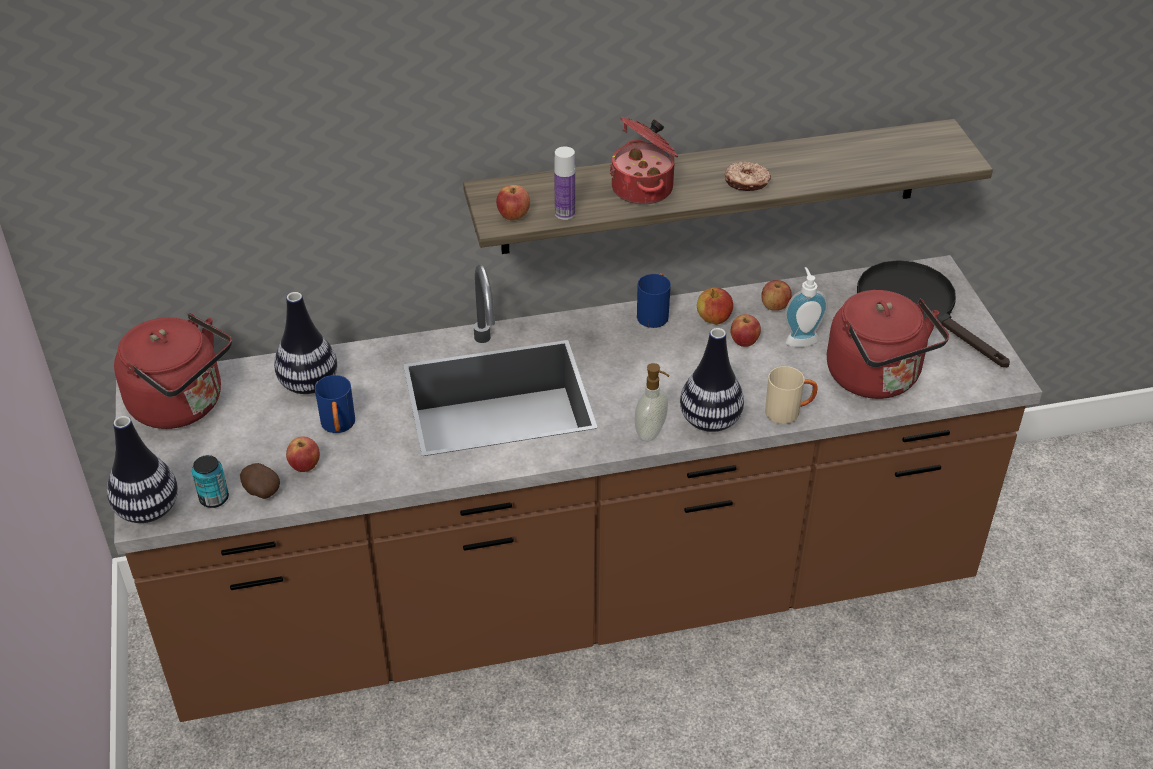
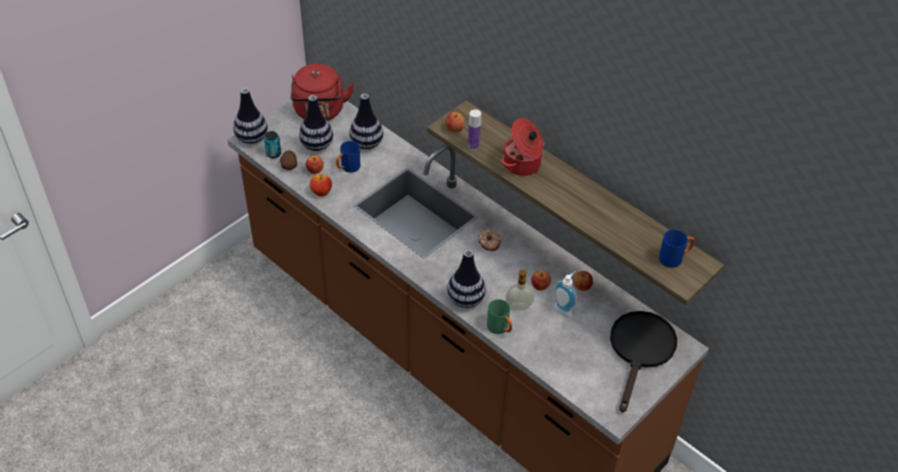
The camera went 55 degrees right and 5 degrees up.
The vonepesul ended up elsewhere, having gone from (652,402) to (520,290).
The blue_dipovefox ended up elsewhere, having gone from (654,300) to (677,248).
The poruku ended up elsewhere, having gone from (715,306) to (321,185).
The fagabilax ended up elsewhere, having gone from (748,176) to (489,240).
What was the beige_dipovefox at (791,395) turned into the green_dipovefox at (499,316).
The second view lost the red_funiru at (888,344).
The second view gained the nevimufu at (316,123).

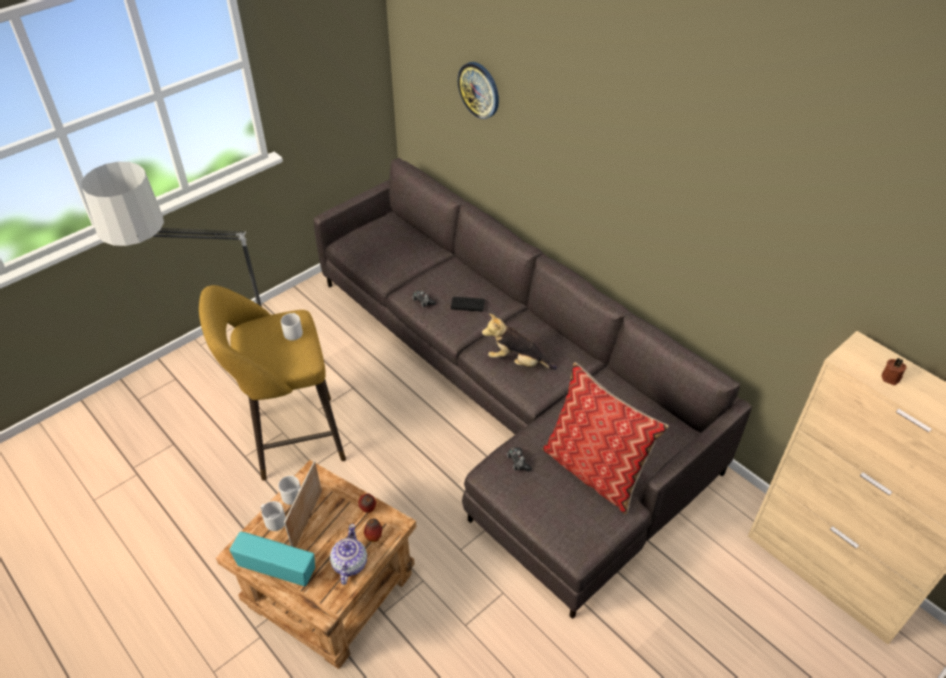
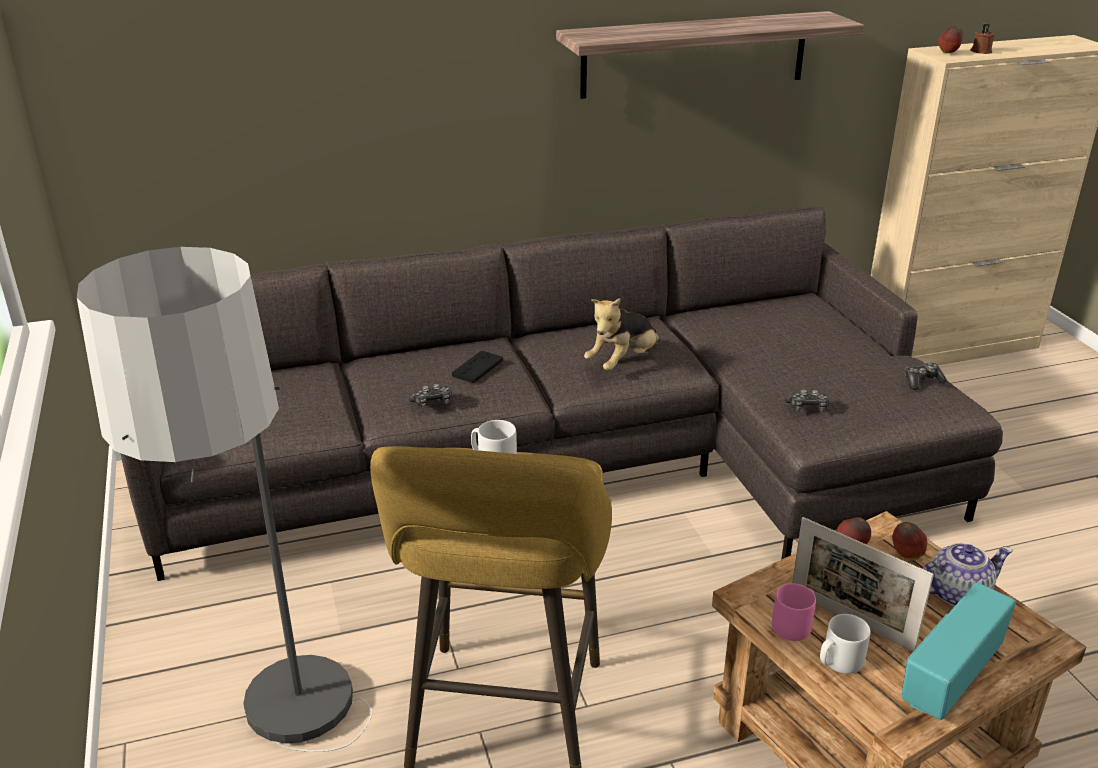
The camera went 65 degrees left and 15 degrees down.
What was the grey_dipovefox at (289,490) turned into the pink_dipovefox at (794,612).
The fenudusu at (348,554) ended up facing another way, 135 degrees clockwise from before.
The second view lost the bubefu at (478,90).
The second view lost the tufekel at (605,438).
The second view gained the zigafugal at (710,55).
The second view gained the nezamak at (926,376).
The second view gained the poruku at (950,39).

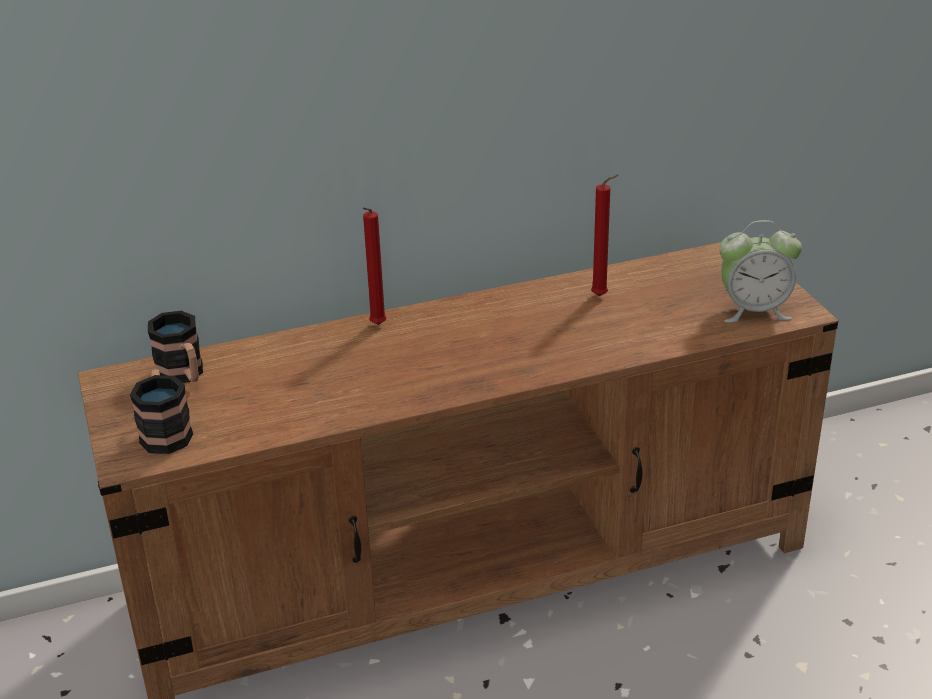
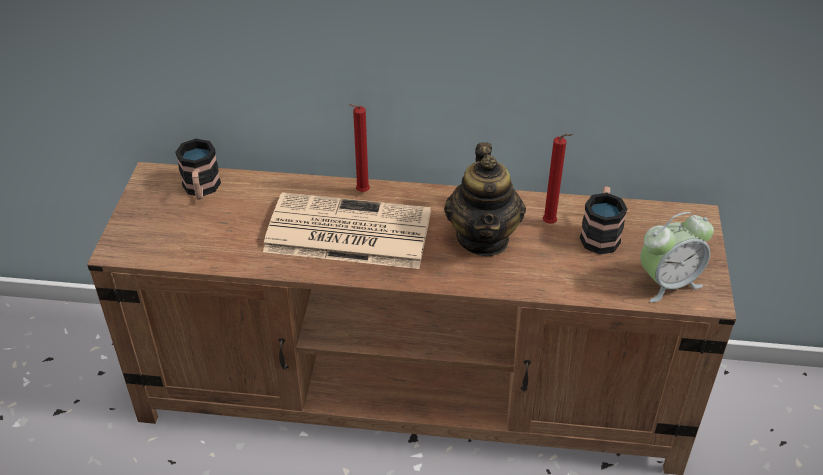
The camera went 25 degrees right and 10 degrees up.
The dipovefox ended up elsewhere, having gone from (161,411) to (603,220).
The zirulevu at (760,271) ended up facing another way, 45 degrees counterclockwise from before.
The second view gained the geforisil at (347,230).
The second view gained the fenudusu at (485,199).

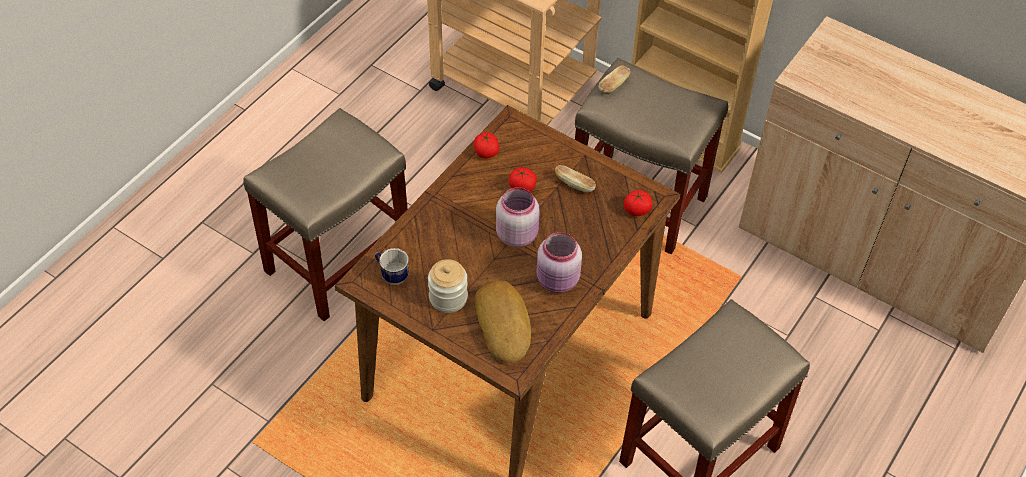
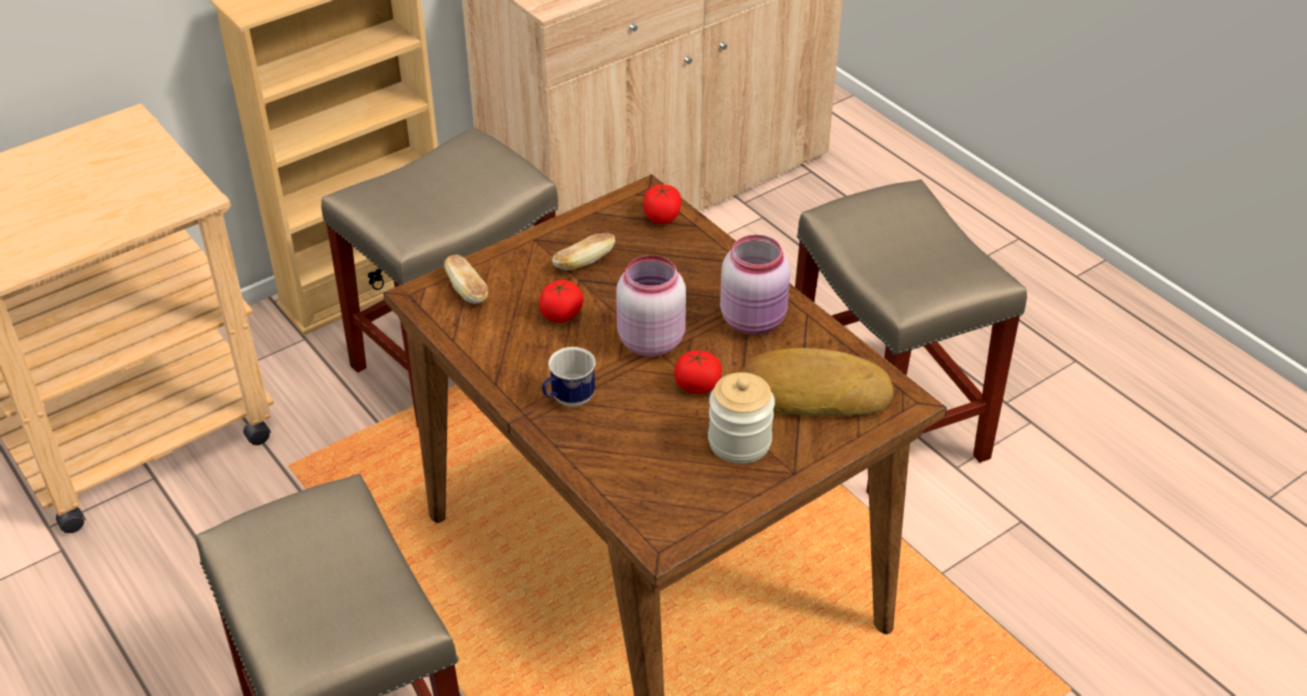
The camera went 70 degrees left and 10 degrees down.
The dipovefox ended up elsewhere, having gone from (392,266) to (569,377).
The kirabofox ended up elsewhere, having gone from (486,145) to (698,372).
The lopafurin ended up elsewhere, having gone from (614,79) to (466,279).

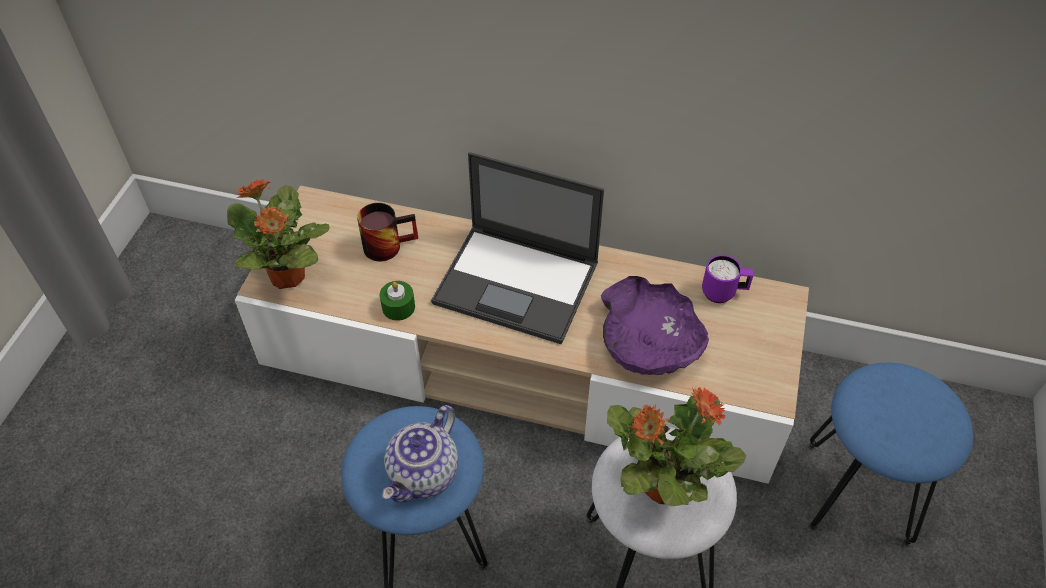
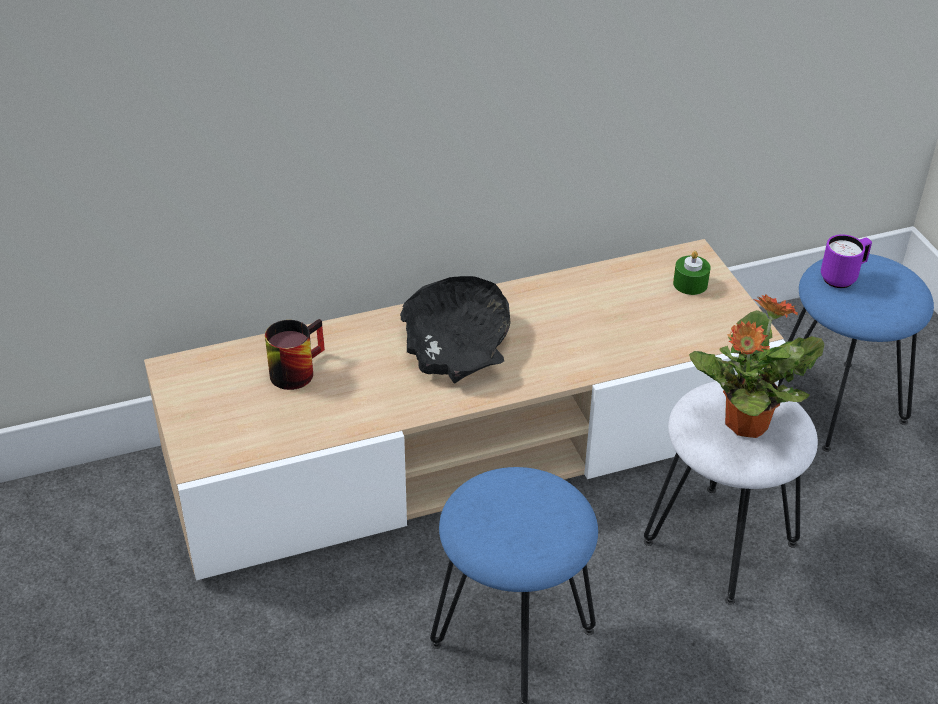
The camera went 35 degrees left and 10 degrees down.
The second view lost the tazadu at (278,233).
The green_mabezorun ended up elsewhere, having gone from (397,301) to (692,273).
The second view lost the fenudusu at (420,454).
Where the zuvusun stood at (517,248), the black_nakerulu came to stand at (455,330).
The second view lost the purple_nakerulu at (655,325).
The purple_dipovefox ended up elsewhere, having gone from (728,279) to (846,261).

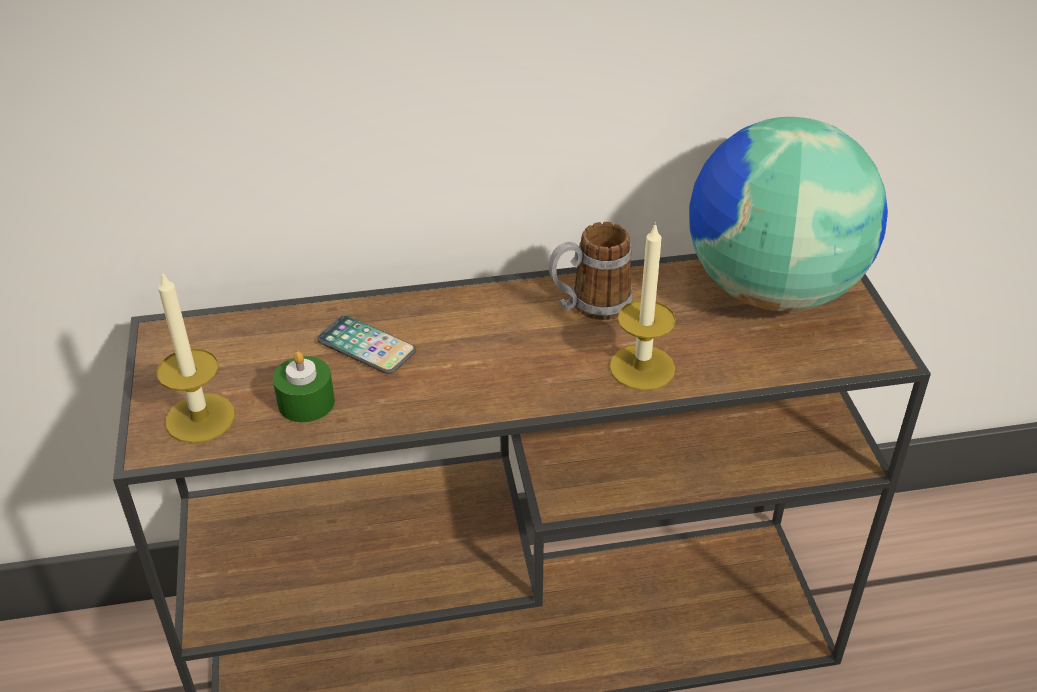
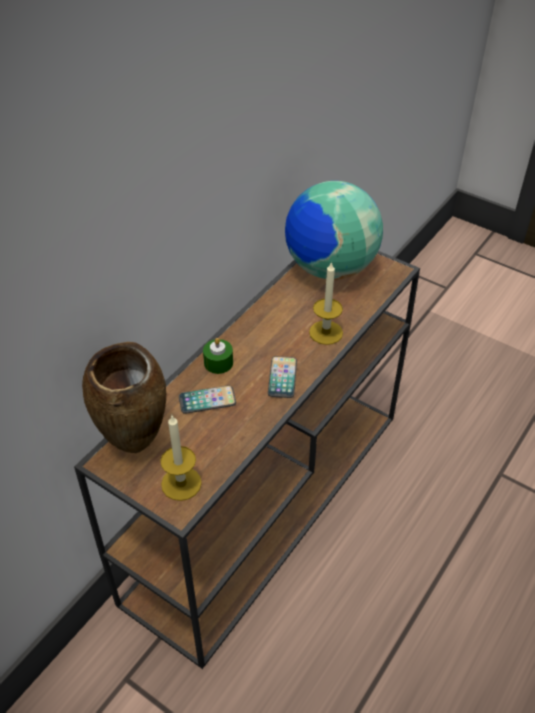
The camera went 45 degrees left and 5 degrees up.
The green_mabezorun ended up elsewhere, having gone from (304,387) to (218,356).
The second view lost the dipovefox at (590,271).
The second view gained the brown_nevimufu at (124,397).
The second view gained the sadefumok at (282,377).

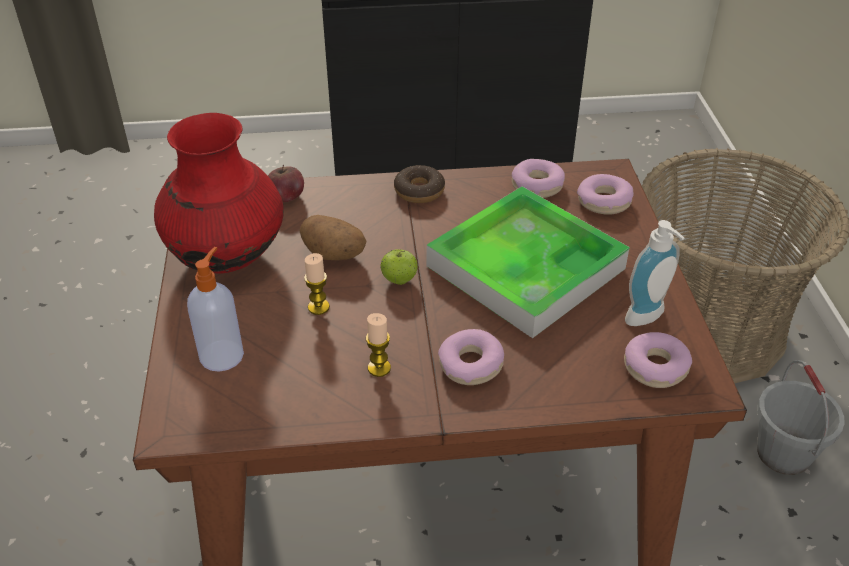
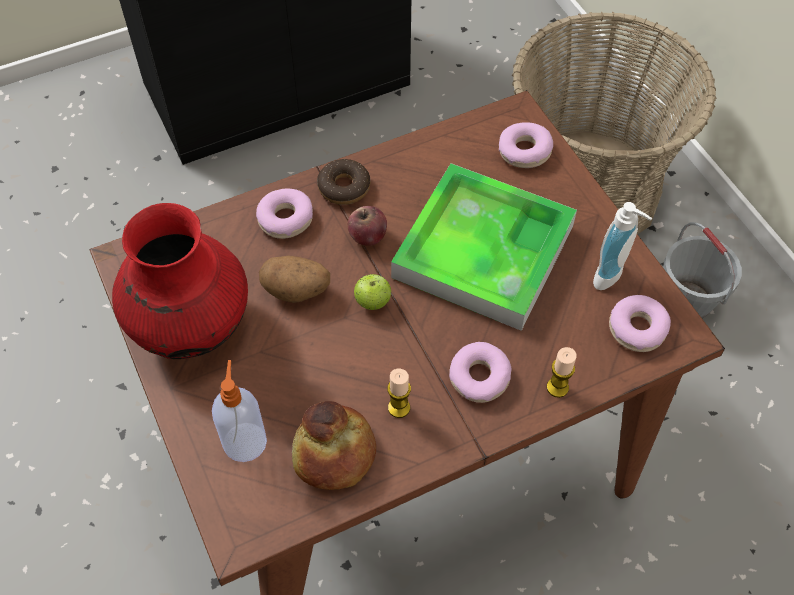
The camera went 20 degrees left and 15 degrees up.
The poruku ended up elsewhere, having gone from (286,183) to (367,226).
The mabezorun ended up elsewhere, having gone from (317,284) to (562,372).
The fagabilax ended up elsewhere, having gone from (538,178) to (284,213).
The second view gained the lopafurin at (334,445).

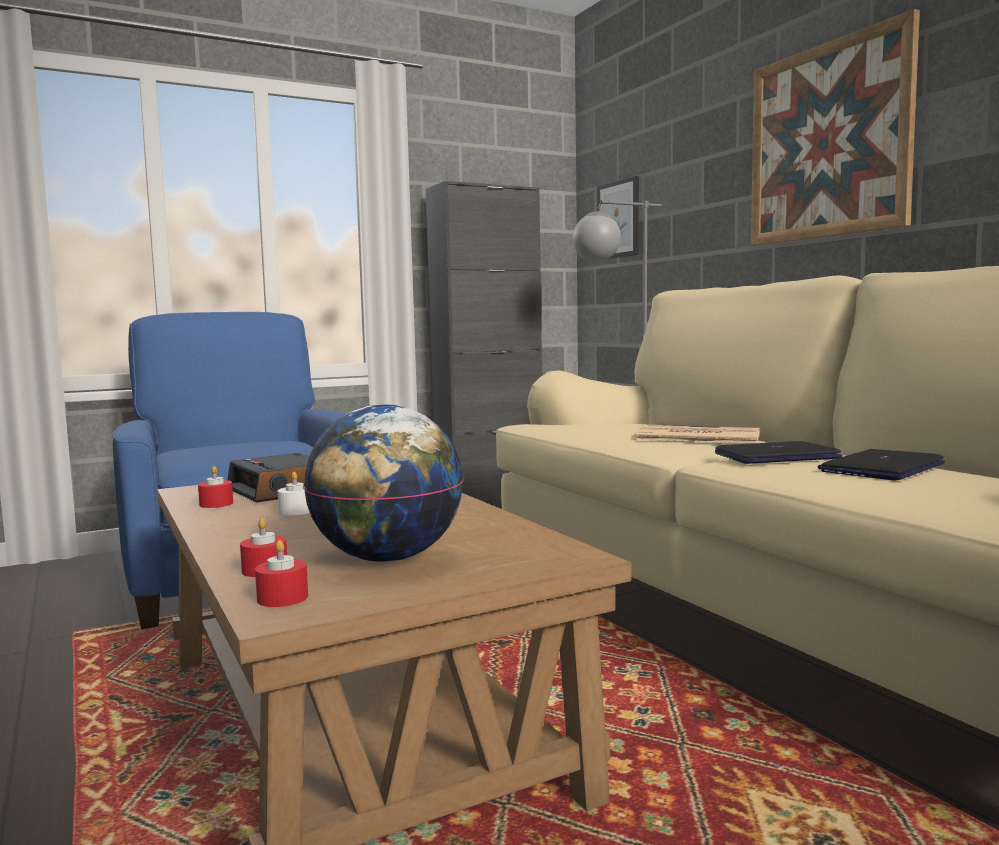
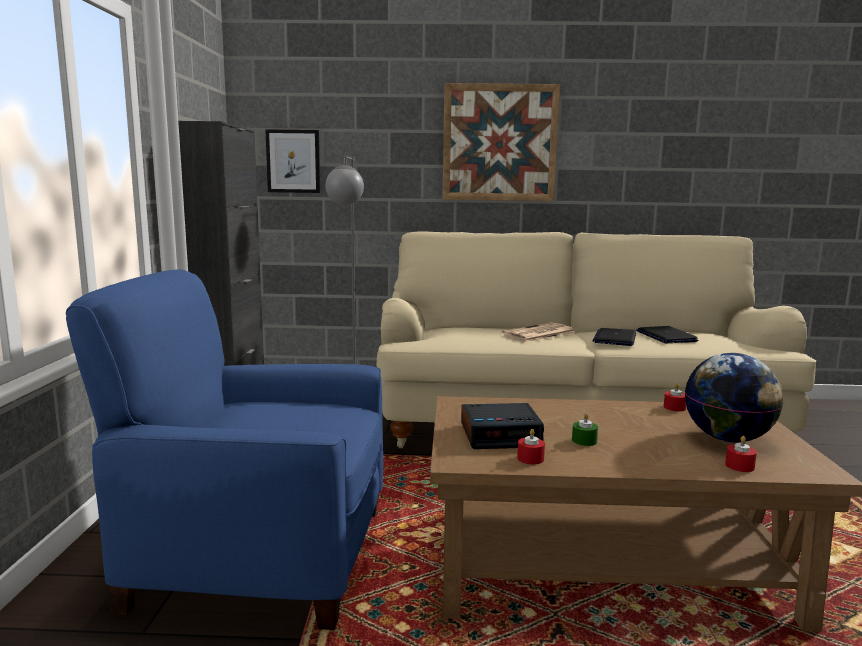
The camera went 60 degrees left and 5 degrees up.
The red_mabezorun ended up elsewhere, having gone from (281,573) to (675,397).
What was the white_mabezorun at (294,493) turned into the green_mabezorun at (585,429).

